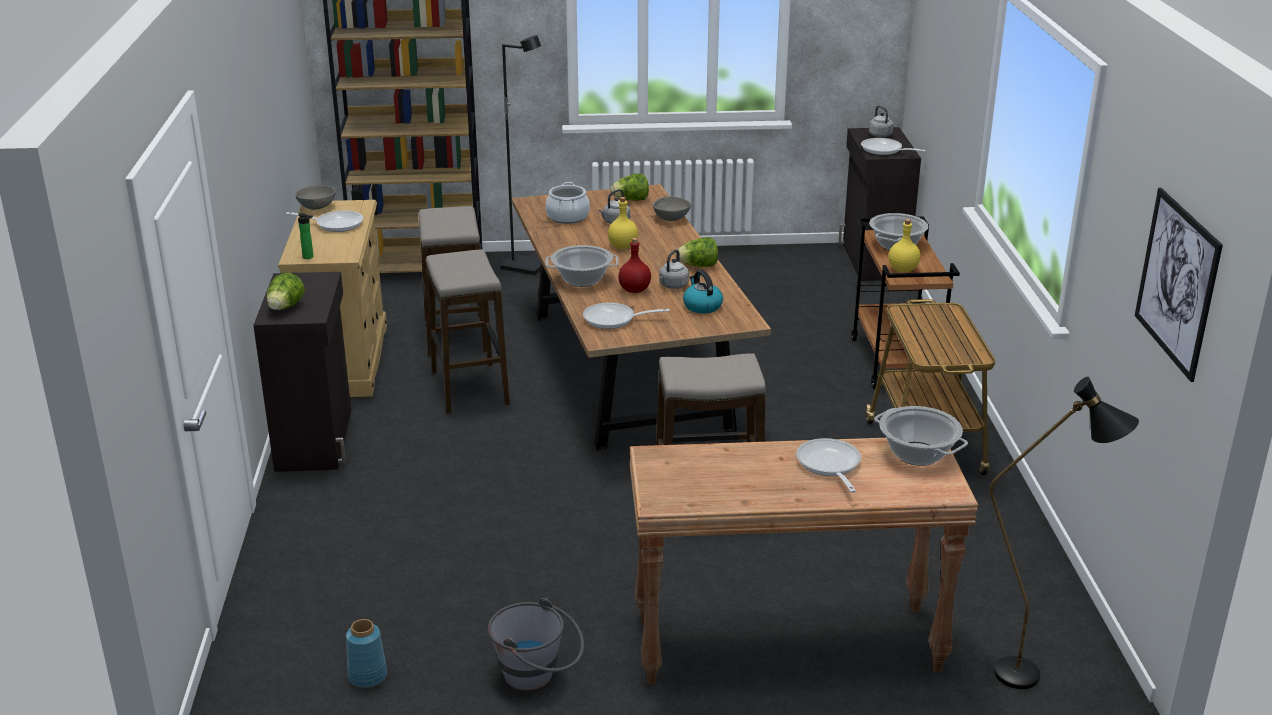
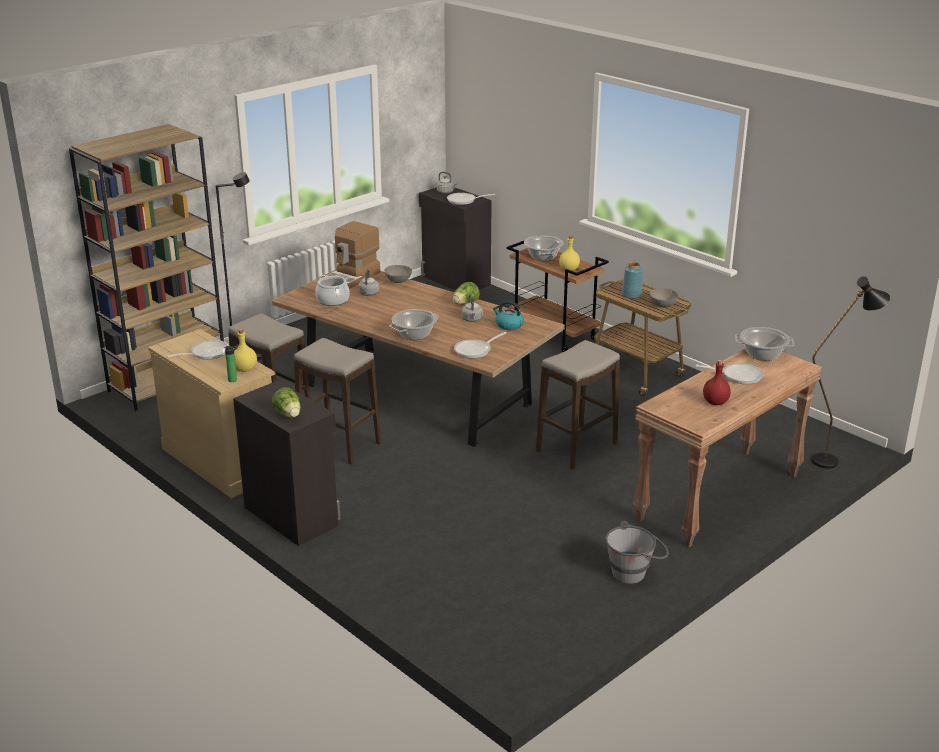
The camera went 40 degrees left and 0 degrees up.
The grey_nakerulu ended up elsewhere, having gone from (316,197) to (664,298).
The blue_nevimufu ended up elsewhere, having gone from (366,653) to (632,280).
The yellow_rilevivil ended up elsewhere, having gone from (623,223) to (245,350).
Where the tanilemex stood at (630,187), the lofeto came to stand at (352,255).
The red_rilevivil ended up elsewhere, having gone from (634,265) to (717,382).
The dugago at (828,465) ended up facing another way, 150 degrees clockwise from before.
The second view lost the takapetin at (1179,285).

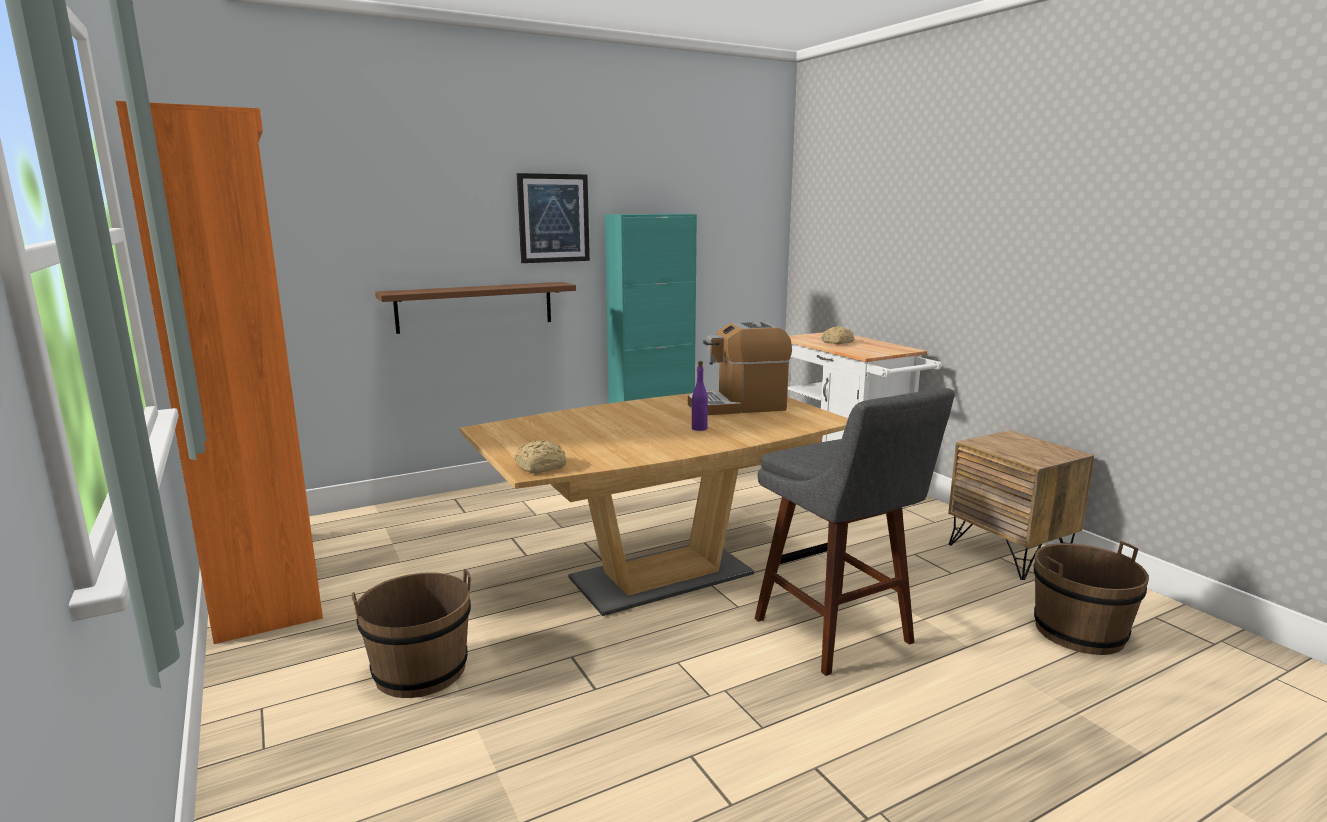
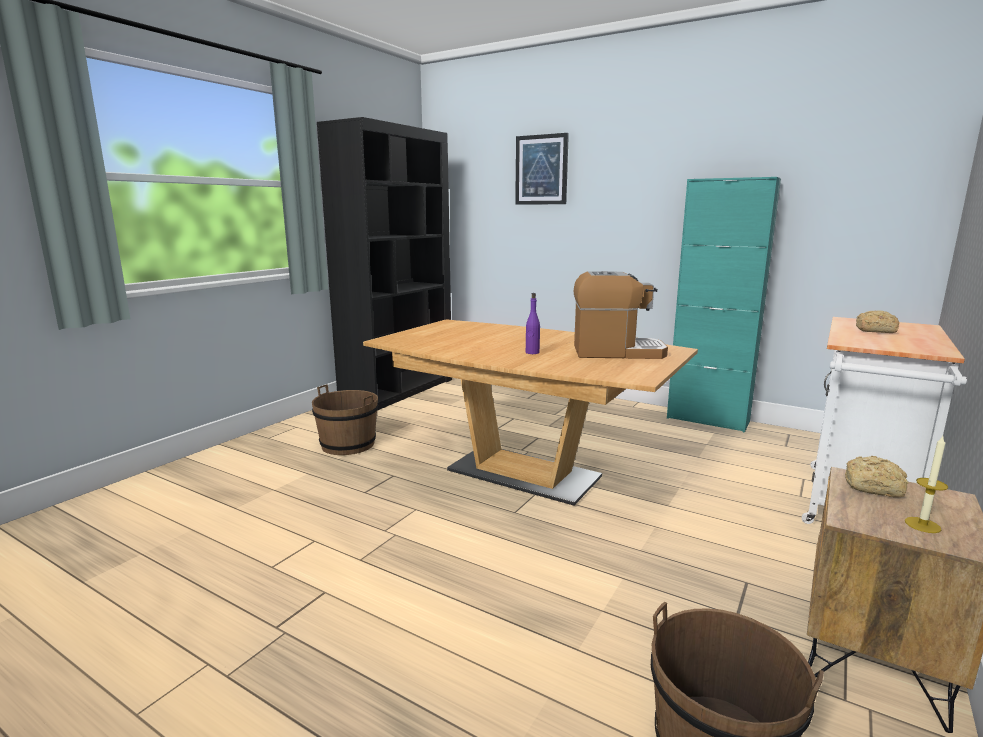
The camera went 60 degrees right and 0 degrees up.
What was the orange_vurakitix at (219,372) turned into the black_vurakitix at (384,263).
The second view lost the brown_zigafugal at (475,308).
The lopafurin ended up elsewhere, having gone from (541,456) to (876,477).
The takapetin ended up elsewhere, having gone from (553,218) to (542,169).
The lofeto at (740,368) ended up facing another way, 135 degrees clockwise from before.
The second view lost the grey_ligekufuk at (854,532).
The second view gained the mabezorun at (926,484).

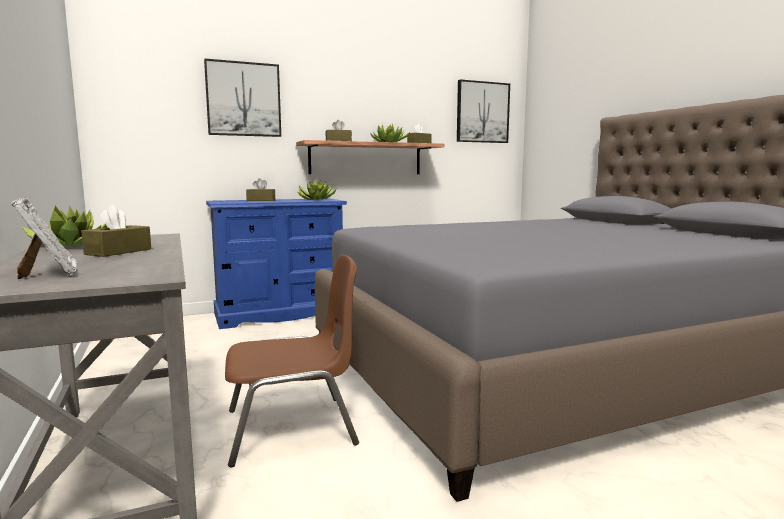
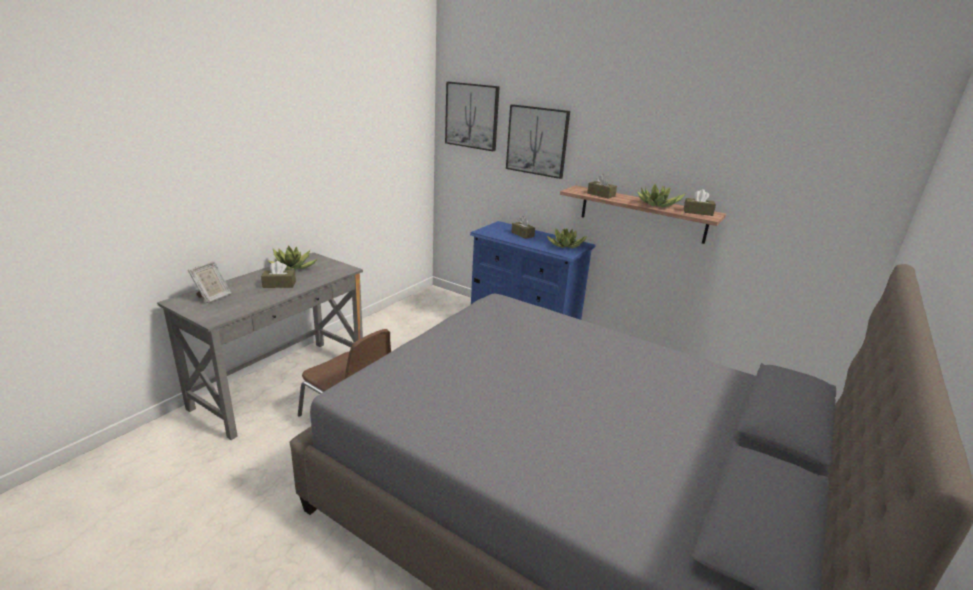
The camera went 55 degrees right and 15 degrees up.
The takapetin ended up elsewhere, having gone from (483,111) to (472,116).

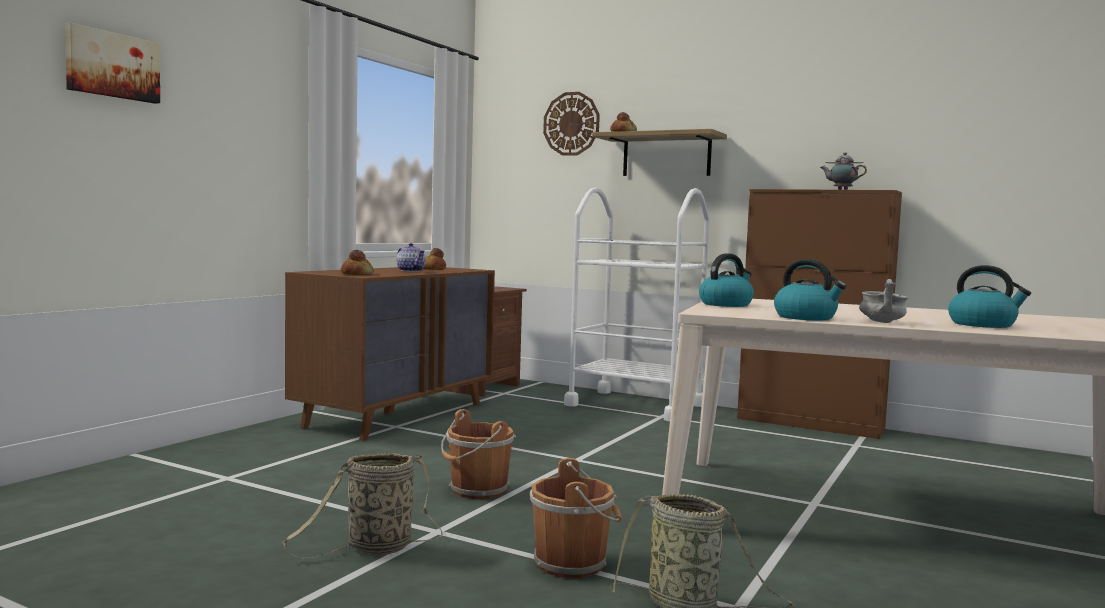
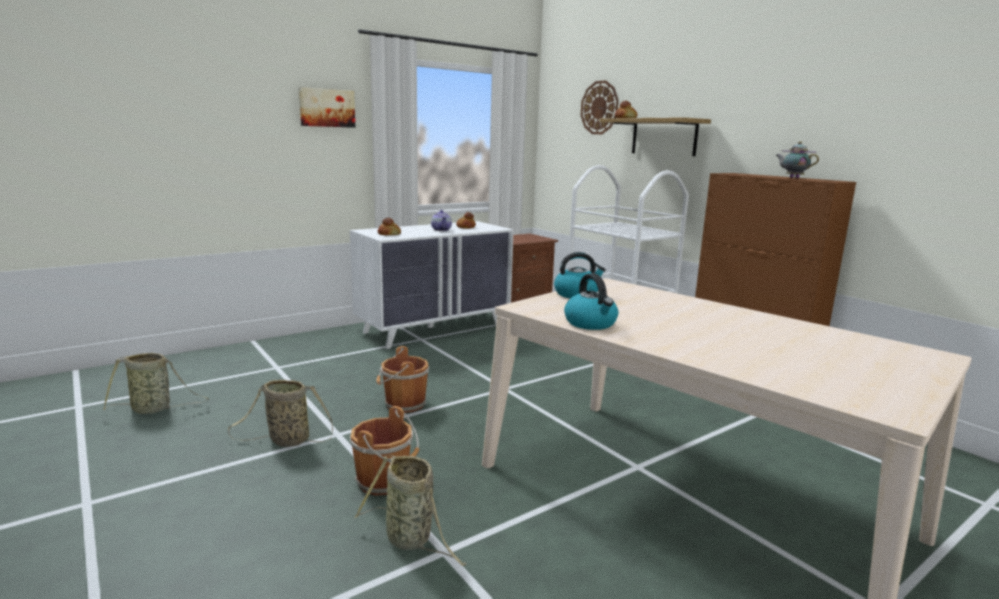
The camera went 25 degrees right and 10 degrees up.
The takapetin ended up elsewhere, having gone from (112,63) to (327,107).
What was the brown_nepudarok at (390,354) turned into the white_nepudarok at (432,285).
The second view lost the grey_nakerulu at (884,301).
The second view lost the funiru at (989,296).
The second view gained the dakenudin at (156,383).

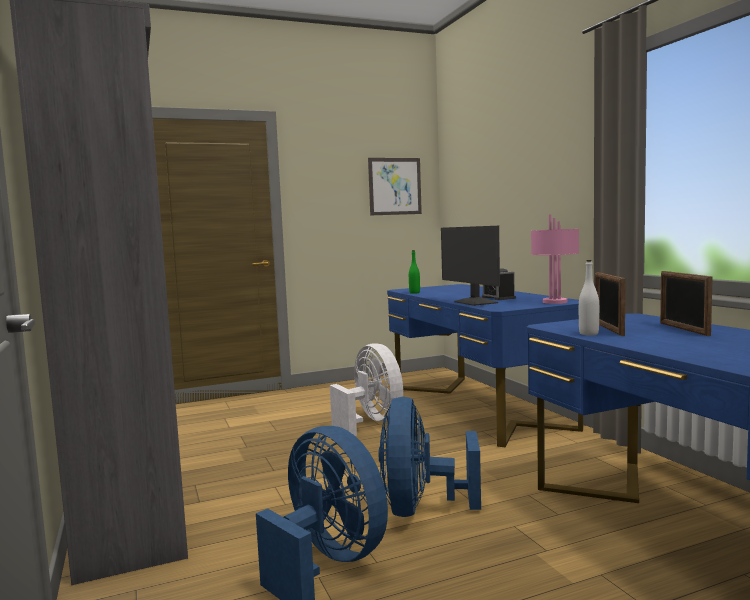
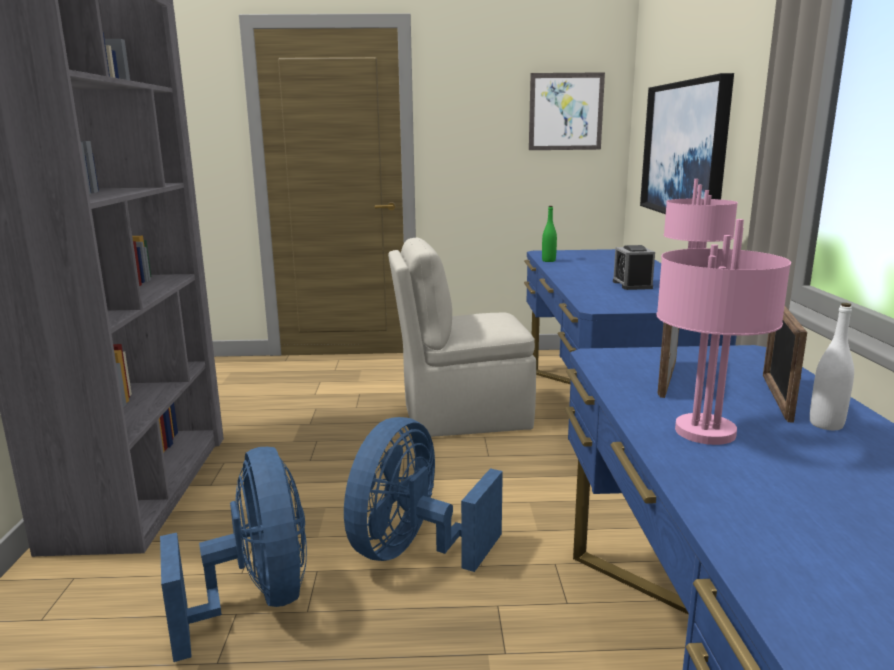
The camera went 20 degrees right and 10 degrees up.
Where the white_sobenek stood at (366,389), the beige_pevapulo came to stand at (462,337).
The second view lost the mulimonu at (470,266).
The white_rilevivil ended up elsewhere, having gone from (589,297) to (832,366).
The second view gained the takapetin at (687,143).
The second view gained the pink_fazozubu at (724,332).

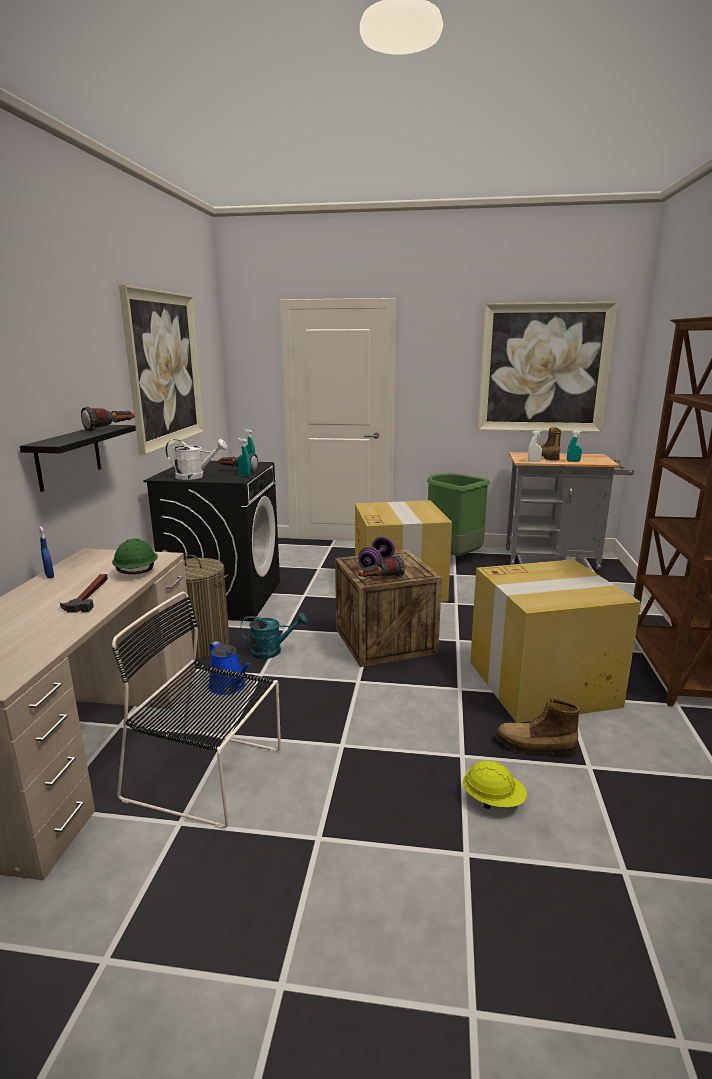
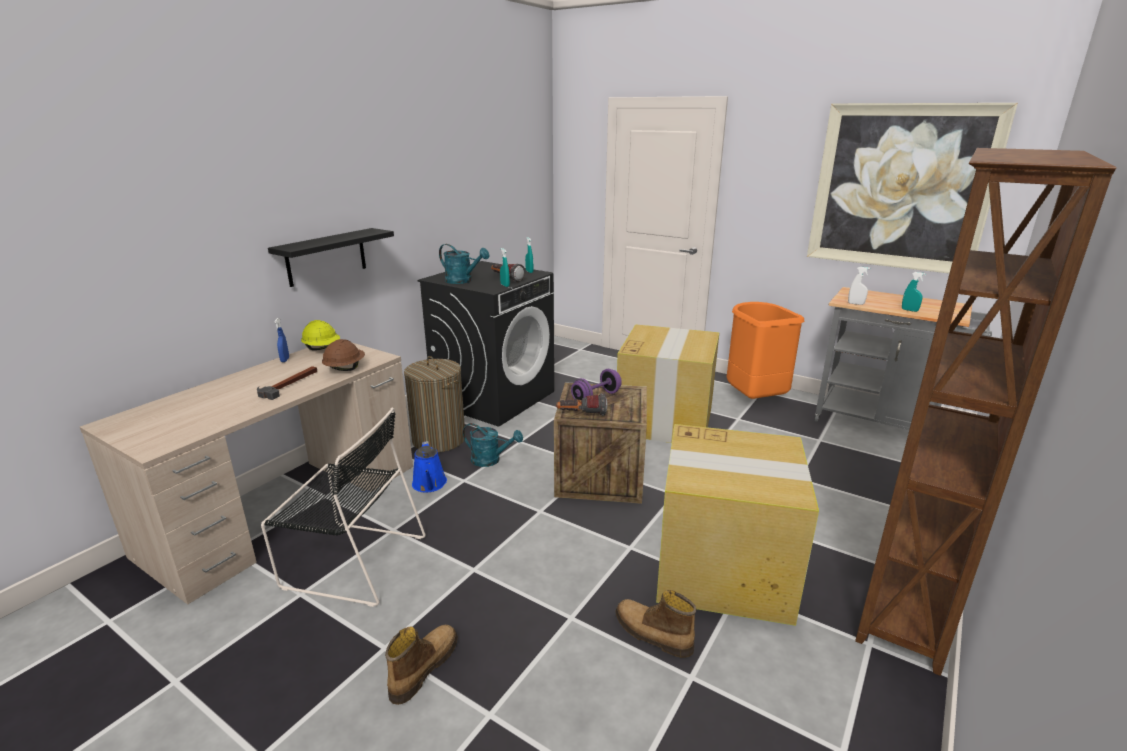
The camera went 25 degrees right and 5 degrees up.
The second view lost the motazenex at (108,419).
What was the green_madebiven at (135,556) turned into the brown_madebiven at (343,355).
The black_pevapulo at (196,710) ended up facing another way, 150 degrees clockwise from before.
The second view lost the takapetin at (162,370).
What was the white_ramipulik at (196,459) turned into the turquoise_ramipulik at (464,264).
What was the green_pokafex at (458,514) turned into the orange_pokafex at (765,350).
The yellow_madebiven ended up elsewhere, having gone from (495,785) to (320,335).
The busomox ended up elsewhere, having gone from (550,443) to (421,665).

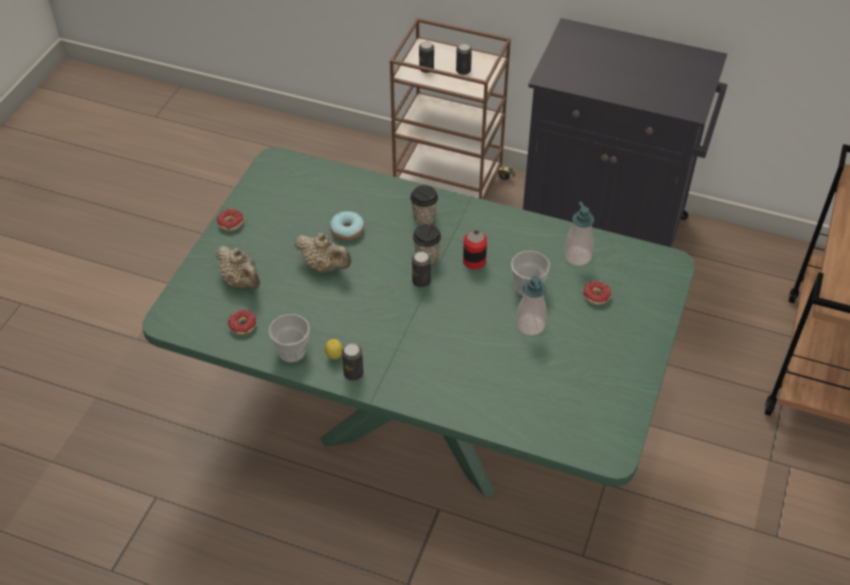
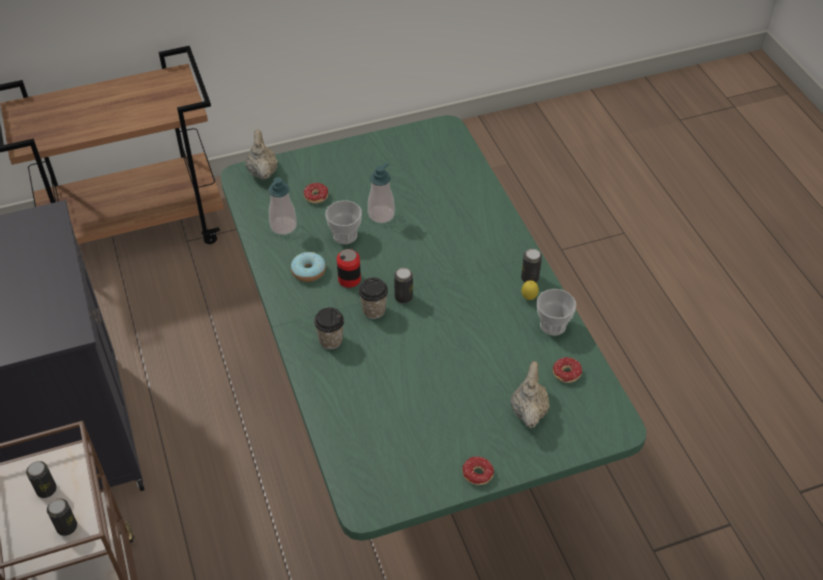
The camera went 130 degrees left and 0 degrees up.
The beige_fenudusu ended up elsewhere, having gone from (322,253) to (261,154).
The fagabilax ended up elsewhere, having gone from (347,225) to (308,267).

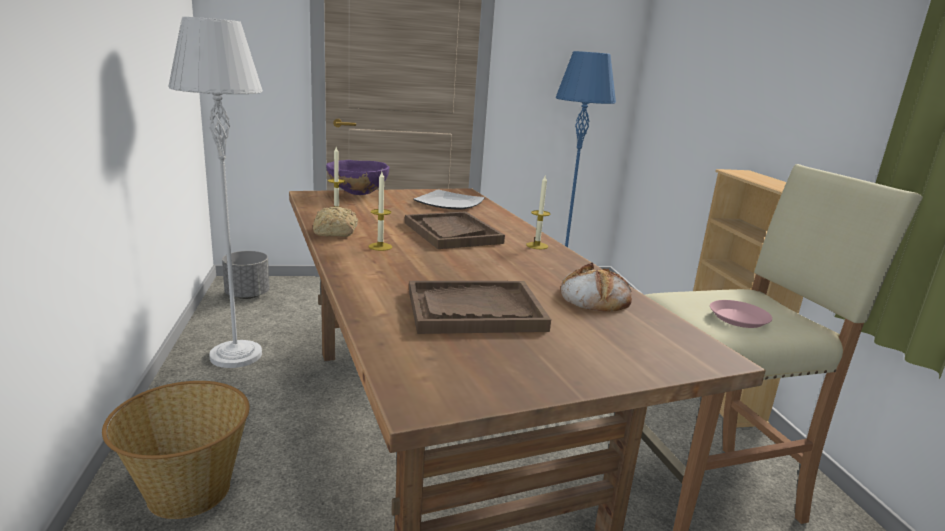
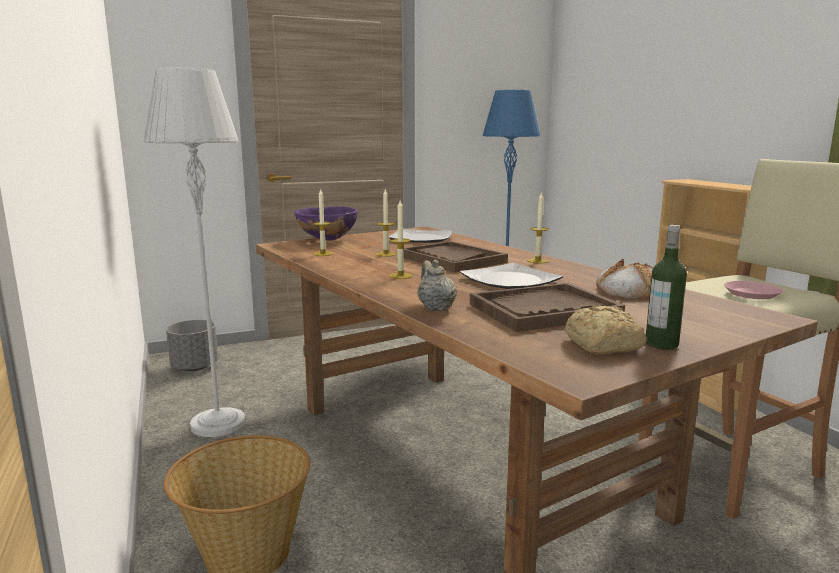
The camera went 10 degrees left and 5 degrees down.
The lopafurin ended up elsewhere, having gone from (335,221) to (606,330).
The second view gained the mabezorun at (386,223).
The second view gained the beige_fenudusu at (437,285).
The second view gained the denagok at (511,276).
The second view gained the rilevivil at (666,287).

